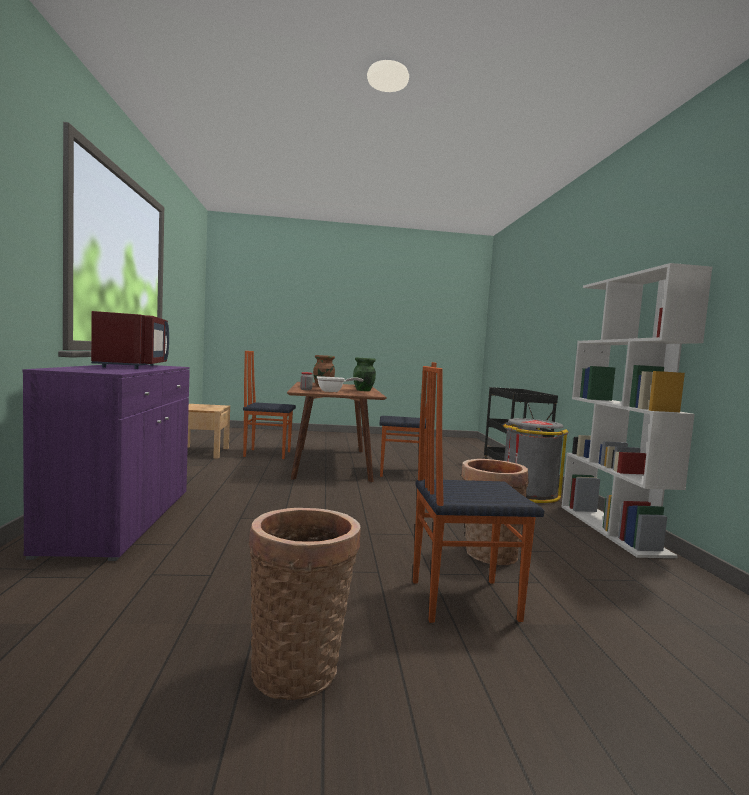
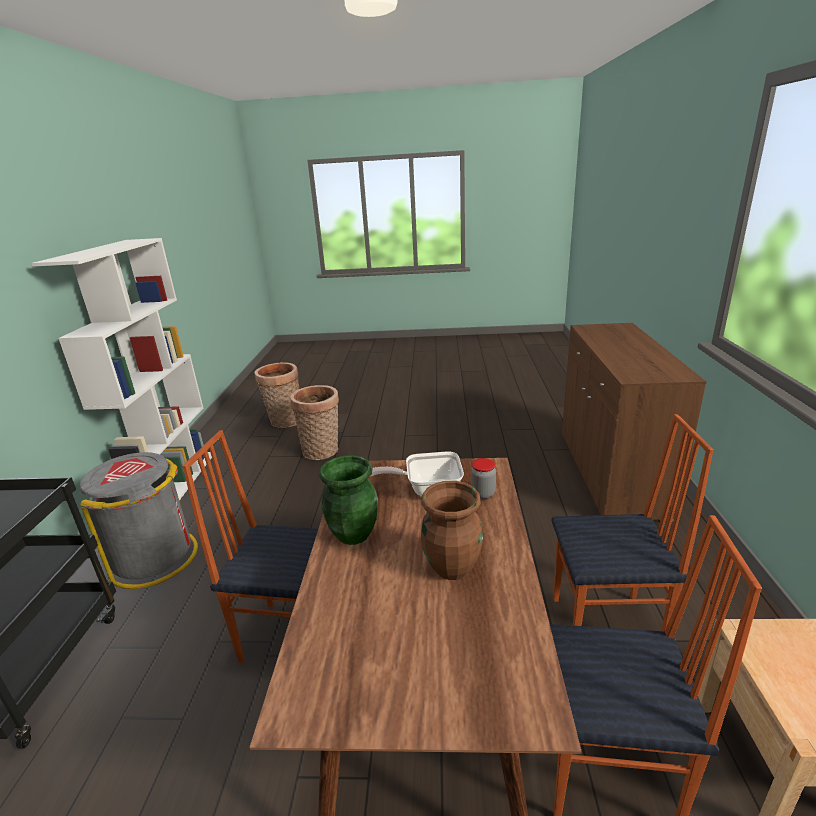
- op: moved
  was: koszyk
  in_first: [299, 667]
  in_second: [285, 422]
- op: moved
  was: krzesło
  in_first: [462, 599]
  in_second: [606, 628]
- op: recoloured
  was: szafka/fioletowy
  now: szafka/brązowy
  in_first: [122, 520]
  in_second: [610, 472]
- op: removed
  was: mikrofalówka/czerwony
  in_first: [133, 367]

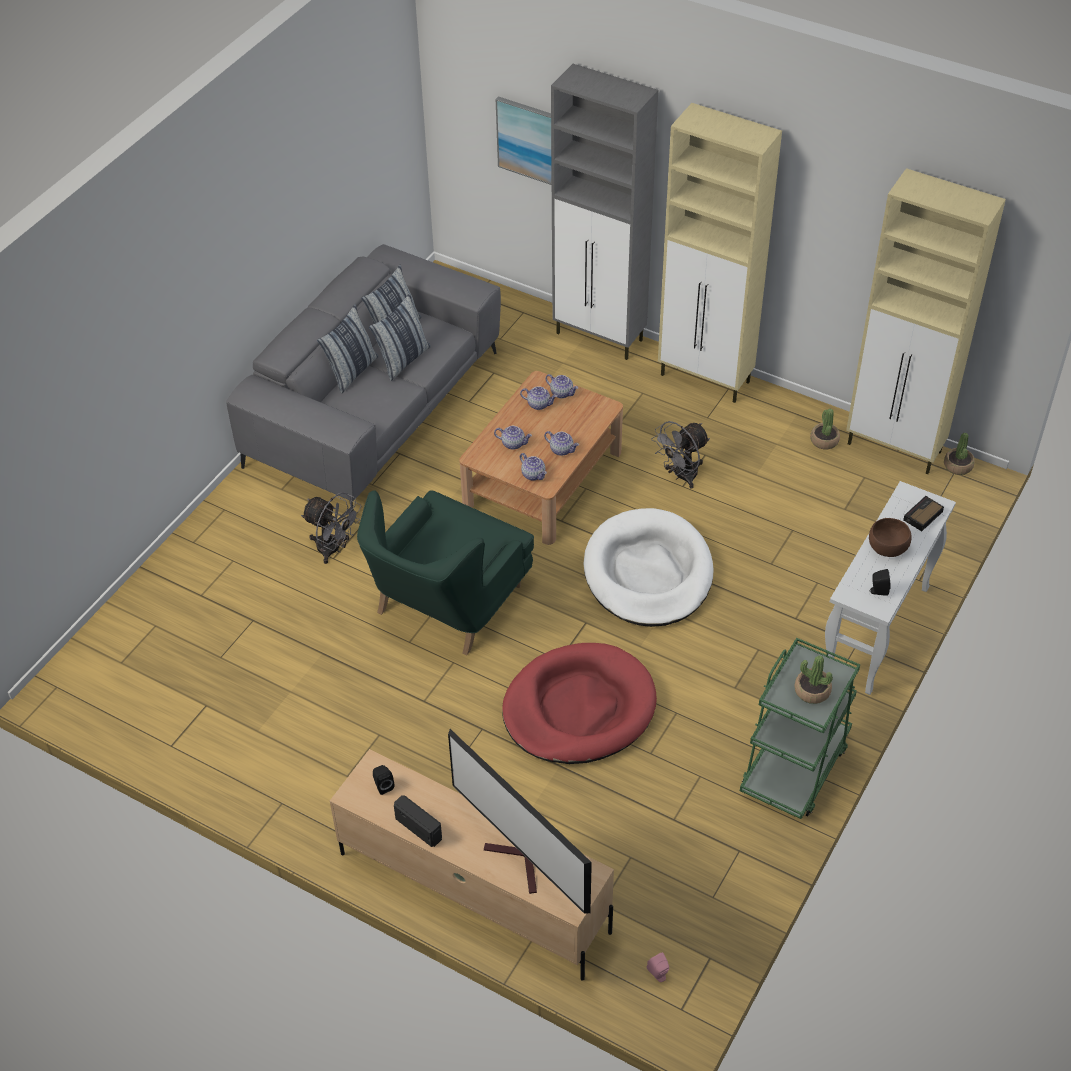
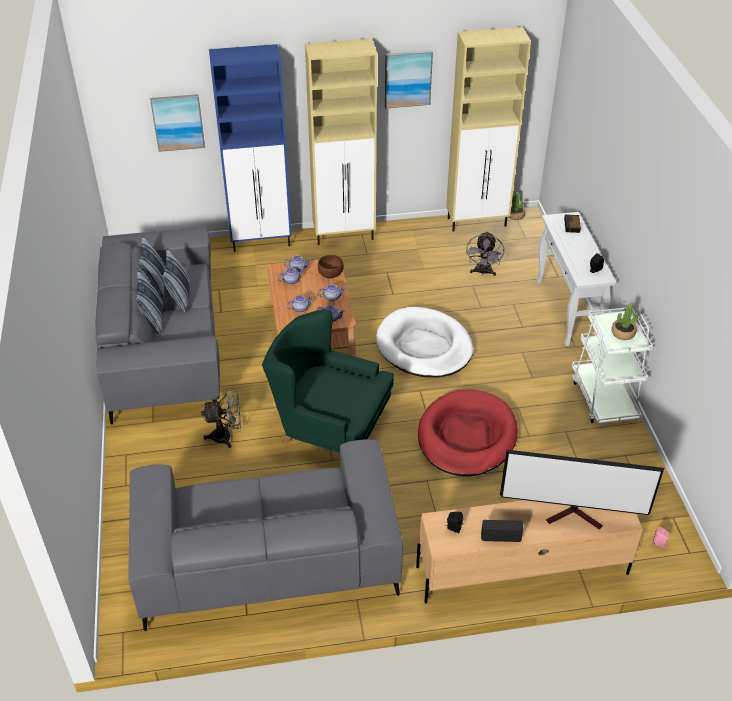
- op: added
  now: kanapa/szary
  in_second: [267, 558]
- op: recoloured
  was: szafka/szary
  now: szafka/niebieski
  in_first: [600, 337]
  in_second: [262, 242]
- op: turned
  was: fotel/zielony
  in_first: [447, 602]
  in_second: [329, 425]
  clockwise: 120
- op: moved
  was: miska/brązowy
  in_first: [888, 548]
  in_second: [331, 274]
- op: added
  now: obraz
  in_second: [408, 78]
- op: moved
  was: wentylator/szary
  in_first: [681, 476]
  in_second: [483, 272]
- op: recoloured
  was: wózek/zielony
  now: wózek/biały
  in_first: [794, 767]
  in_second: [603, 398]
- op: removed
  was: roślina doniczkowa
  in_first: [824, 440]

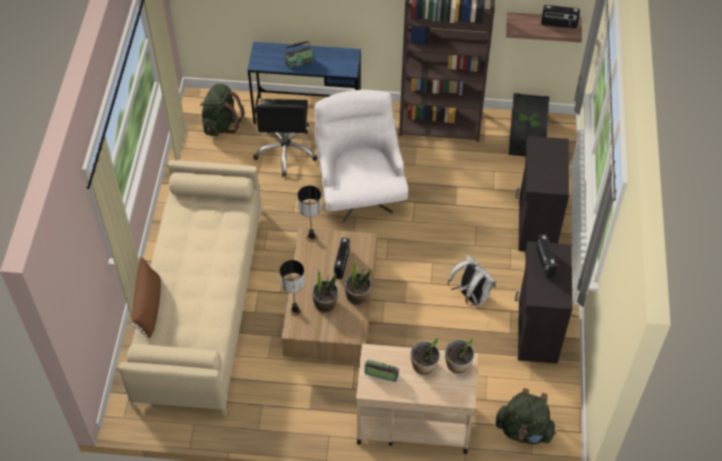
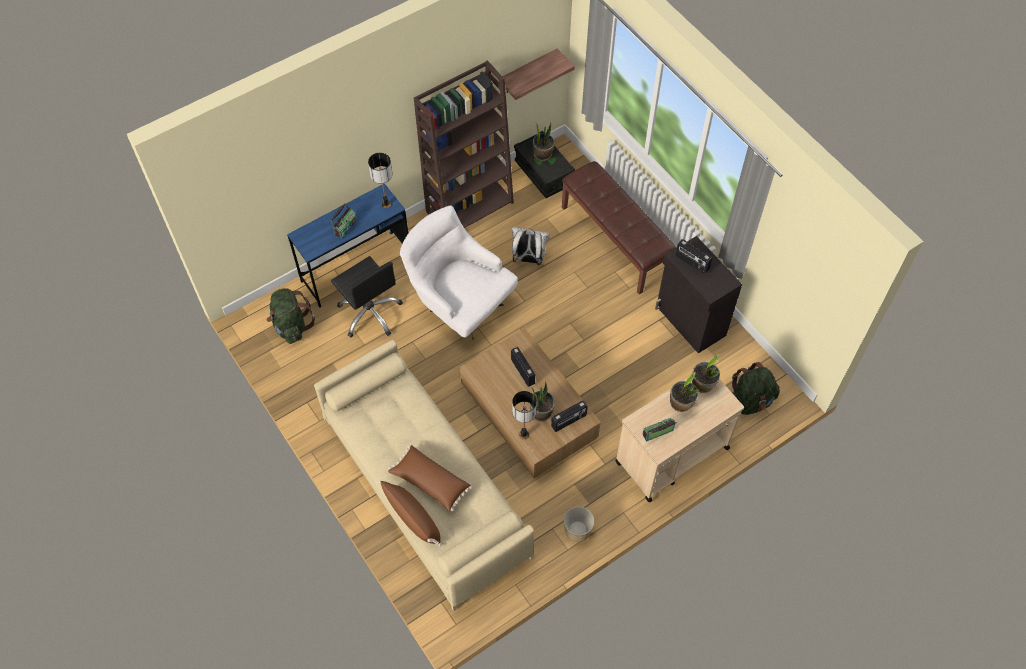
- op: moved
  was: lampa stołowa
  in_first: [311, 237]
  in_second: [385, 204]
- op: added
  now: poduszka/brązowy
  in_second: [430, 482]
- op: moved
  was: plecak/biały
  in_first: [471, 296]
  in_second: [528, 259]
- op: moved
  was: roślina doniczkowa
  in_first: [357, 296]
  in_second: [542, 154]
- op: moved
  was: radio
  in_first: [559, 24]
  in_second: [569, 421]
- op: replaced
  was: szafka/czarny
  now: ławka/brązowy
  in_first: [535, 225]
  in_second: [615, 241]
- op: added
  now: donica
  in_second: [578, 529]

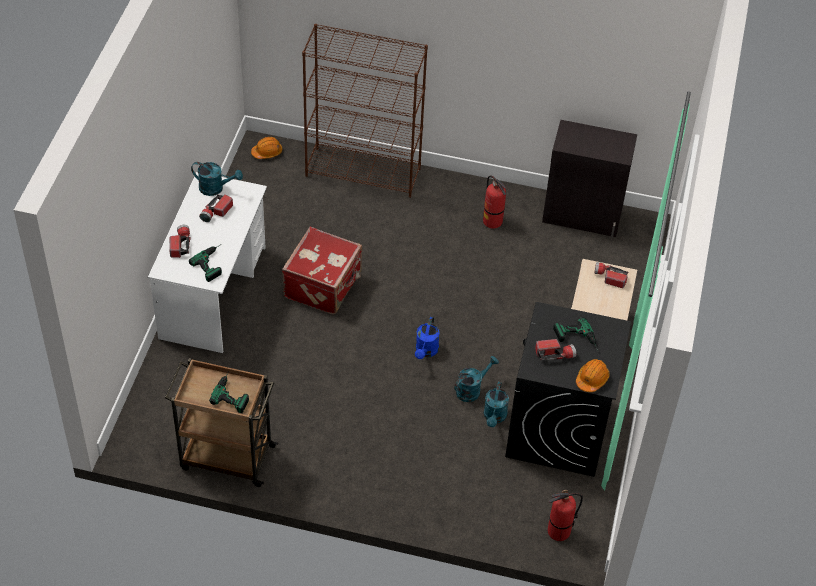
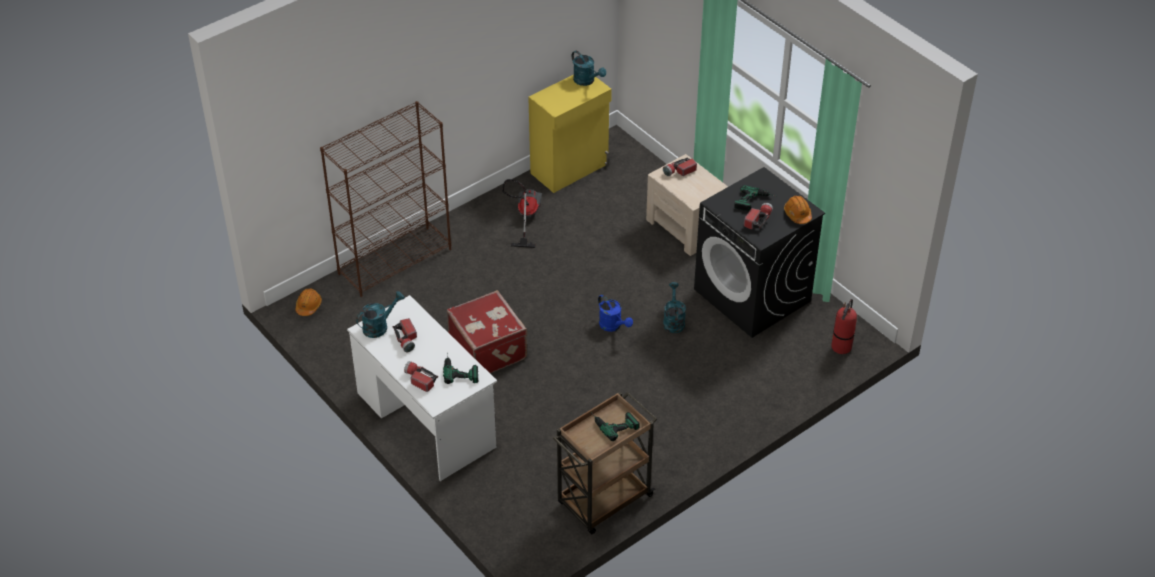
- op: replaced
  was: gaśnica
  now: odkurzacz
  in_first: [493, 221]
  in_second: [525, 218]
- op: recoloured
  was: szafka/czarny
  now: szafka/żółty
  in_first: [582, 216]
  in_second: [570, 169]
- op: moved
  was: konewka/turkusowy
  in_first: [494, 417]
  in_second: [587, 81]

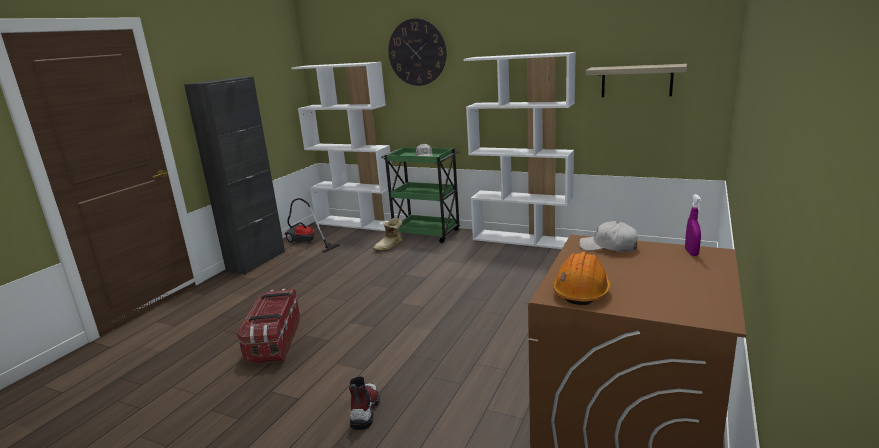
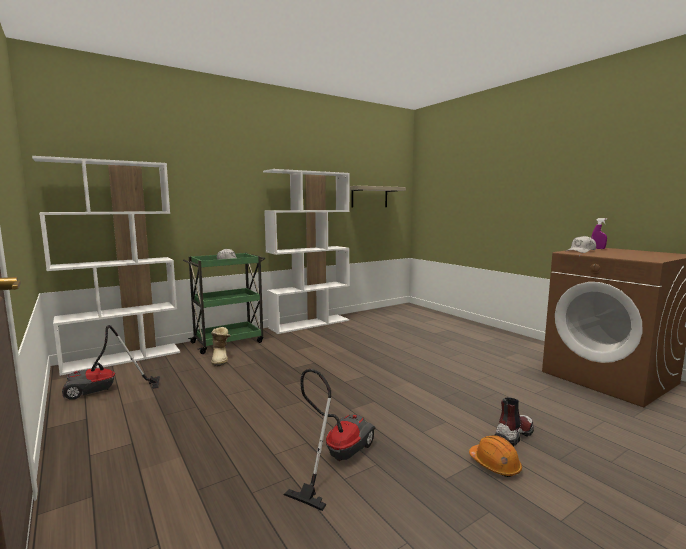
- op: replaced
  was: pojemnik do przechowywania
  now: odkurzacz
  in_first: [274, 341]
  in_second: [336, 458]
- op: moved
  was: kask/pomarańczowy
  in_first: [581, 291]
  in_second: [495, 465]
- op: turned
  was: but z cholewką
  in_first: [364, 410]
  in_second: [513, 435]
  clockwise: 105
- op: removed
  was: szafka/czarny
  in_first: [256, 261]
- op: removed
  was: zegar ścienny
  in_first: [417, 52]

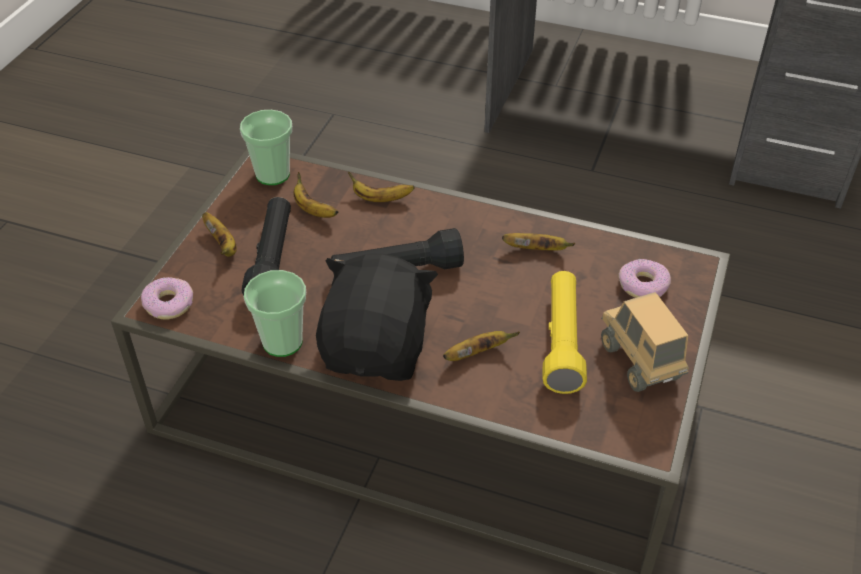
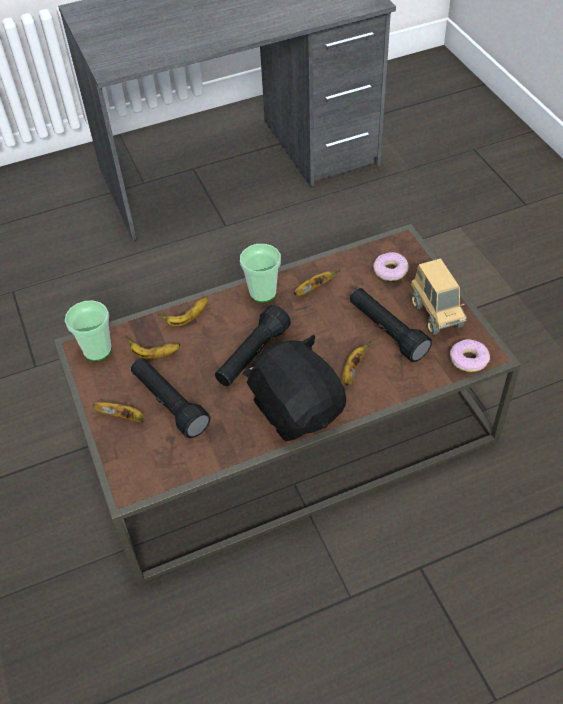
- op: moved
  was: filiżanka
  in_first: [282, 342]
  in_second: [263, 292]
- op: recoloured
  was: latarka/żółty
  now: latarka/czarny
  in_first: [562, 341]
  in_second: [386, 331]
- op: turned
  was: ciężarówka zabawkowa
  in_first: [639, 362]
  in_second: [435, 314]
  clockwise: -135
- op: moved
  was: donut
  in_first: [169, 304]
  in_second: [468, 359]

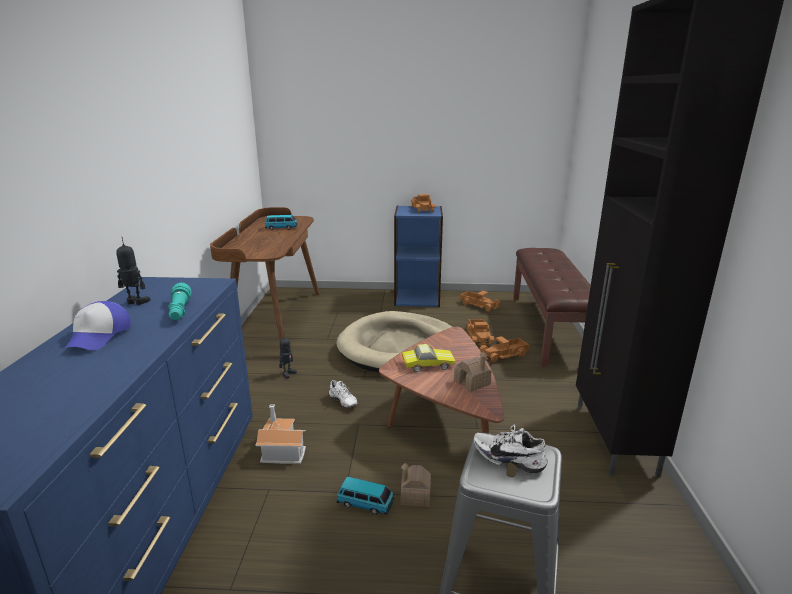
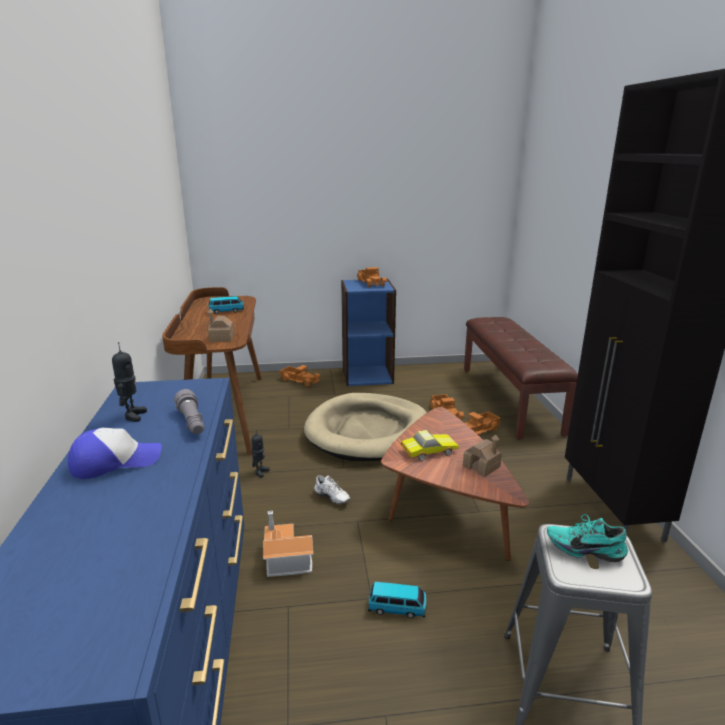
- op: turned
  was: czapka z daszkiem
  in_first: [99, 336]
  in_second: [115, 462]
  clockwise: -105
- op: turned
  was: robot zabawkowy
  in_first: [136, 302]
  in_second: [132, 416]
  clockwise: 90
- op: recoloured
  was: latarka/turkusowy
  now: latarka/szary
  in_first: [180, 311]
  in_second: [192, 422]
- op: moved
  was: domek
  in_first: [415, 495]
  in_second: [221, 338]
- op: moved
  was: ciężarówka zabawkowa
  in_first: [479, 305]
  in_second: [300, 380]
- op: recoloured
  was: but/biały
  now: but/turkusowy
  in_first: [509, 457]
  in_second: [584, 548]

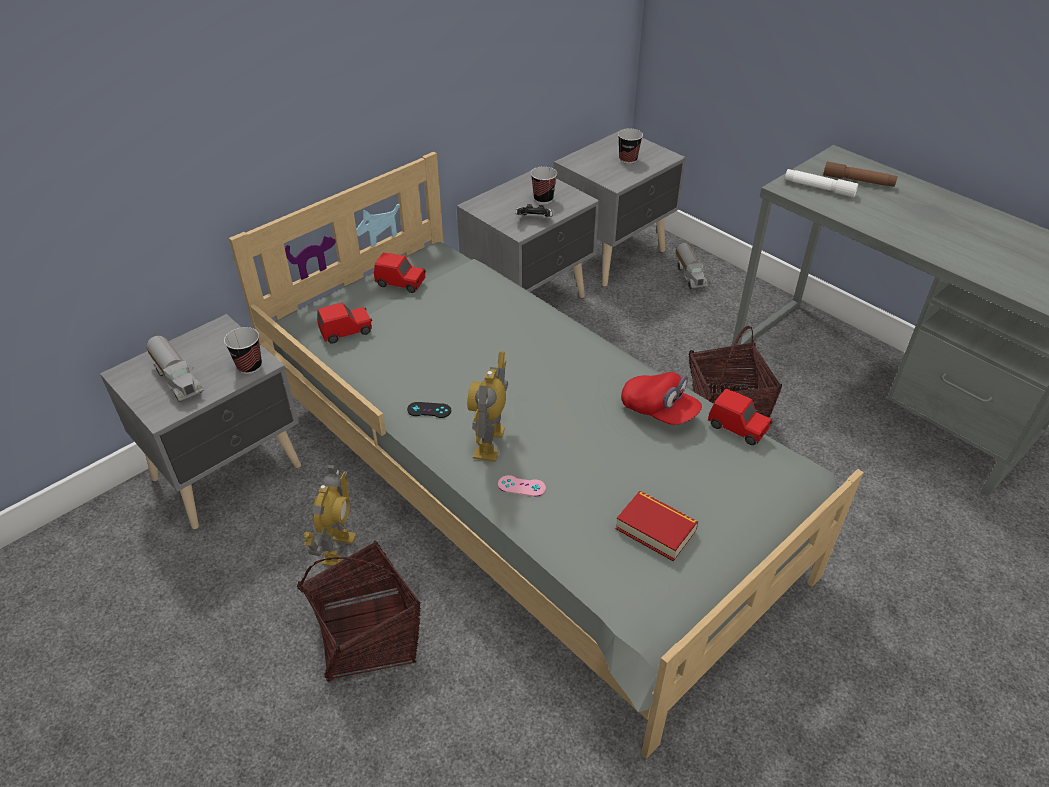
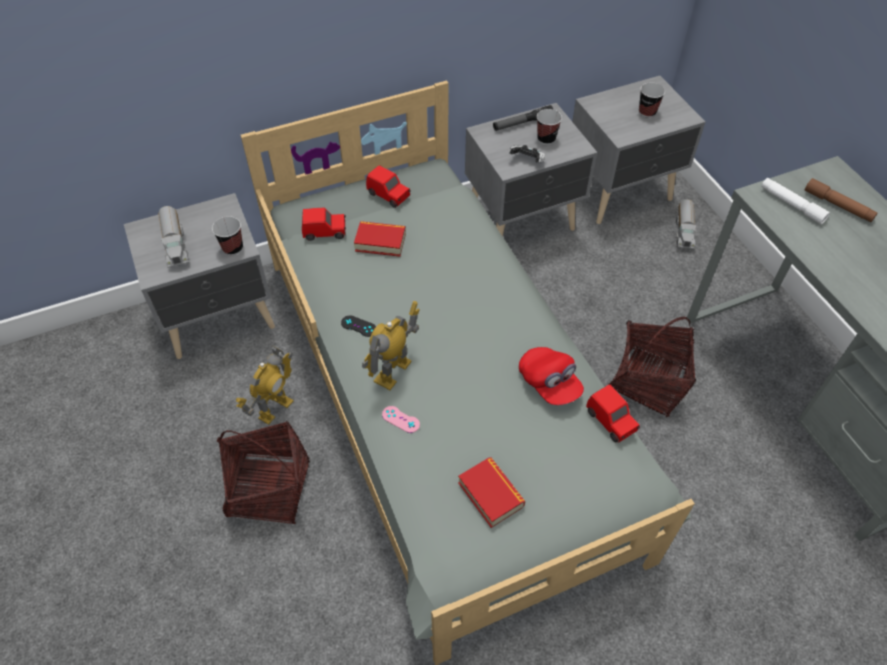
- op: added
  now: książka
  in_second: [380, 242]
- op: added
  now: latarka
  in_second: [522, 123]

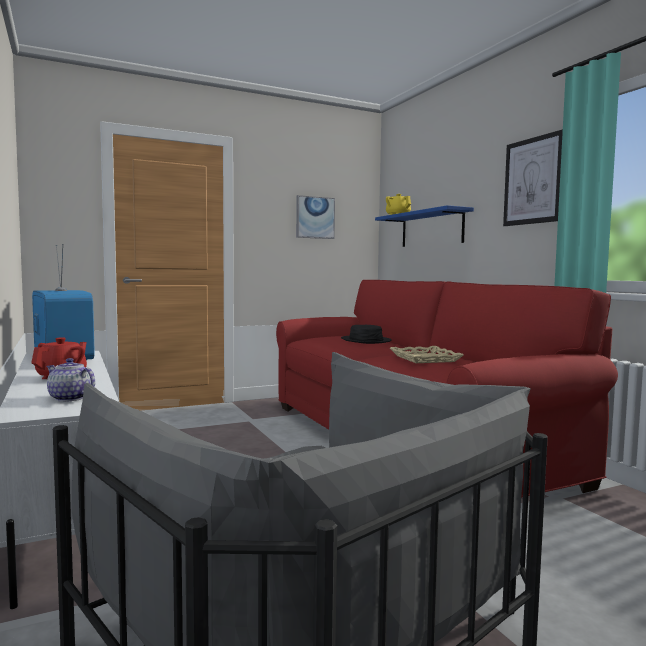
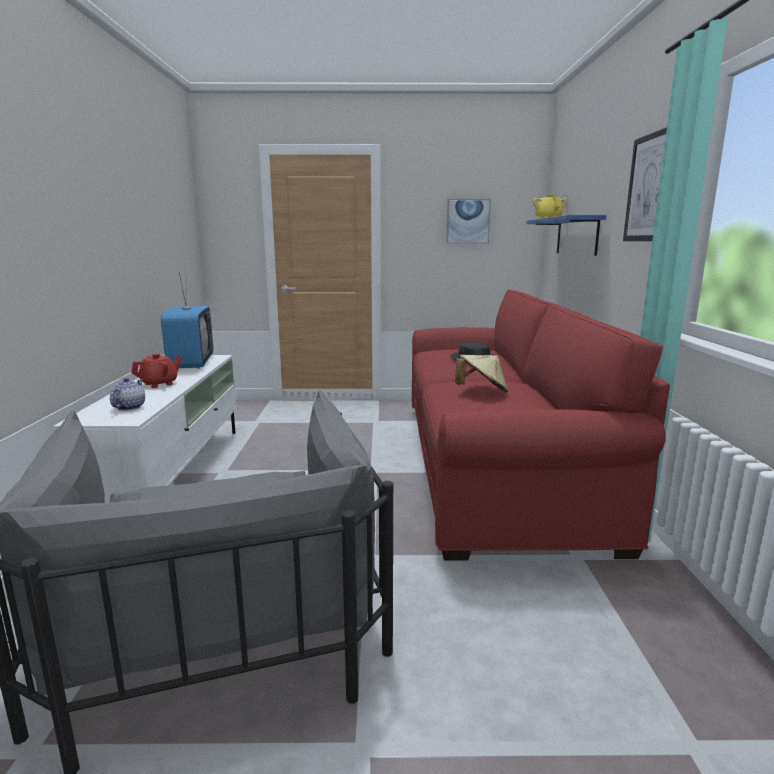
- op: turned
  was: imbryk
  in_first: [69, 398]
  in_second: [129, 407]
  clockwise: 45
- op: replaced
  was: taca/beżowy
  now: kapelusz/beżowy
  in_first: [424, 359]
  in_second: [482, 391]

